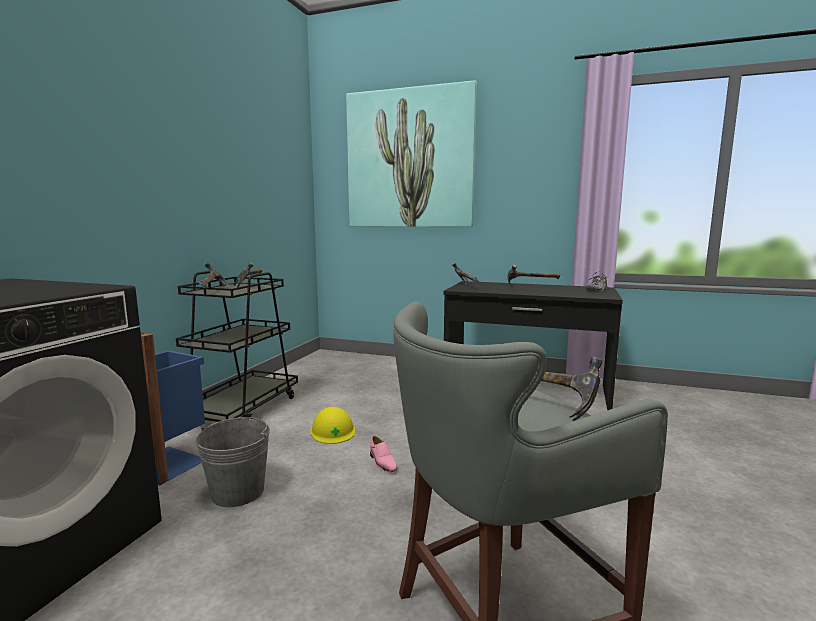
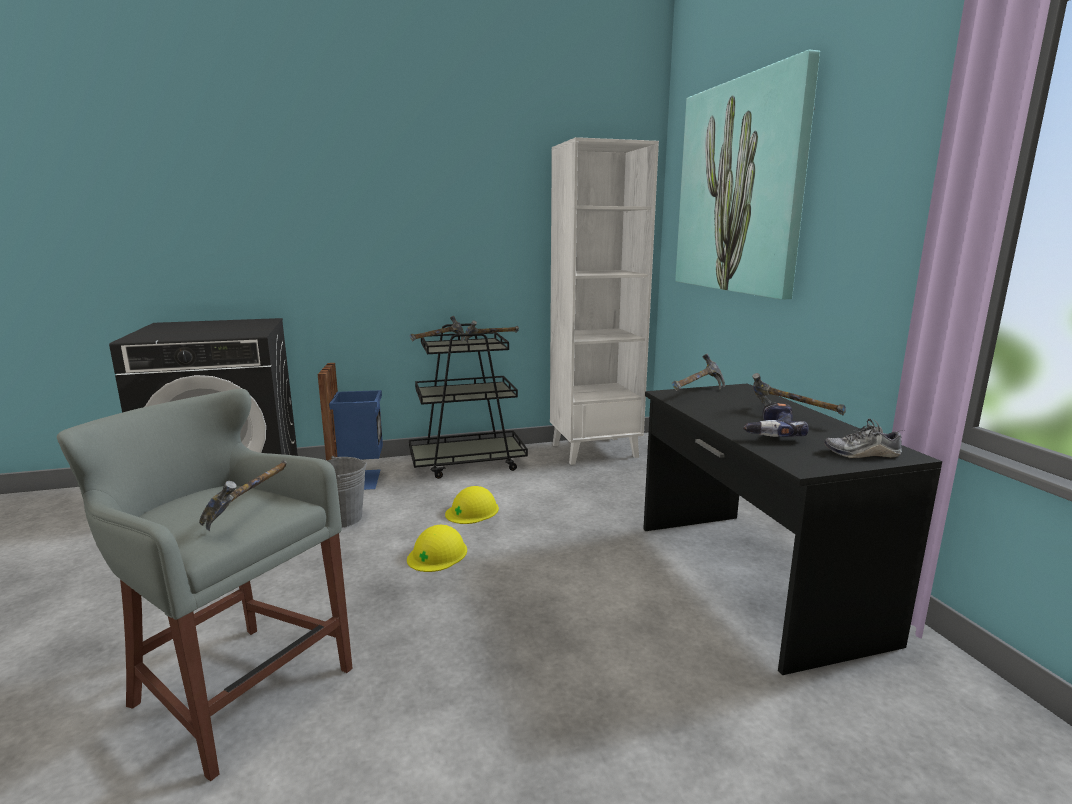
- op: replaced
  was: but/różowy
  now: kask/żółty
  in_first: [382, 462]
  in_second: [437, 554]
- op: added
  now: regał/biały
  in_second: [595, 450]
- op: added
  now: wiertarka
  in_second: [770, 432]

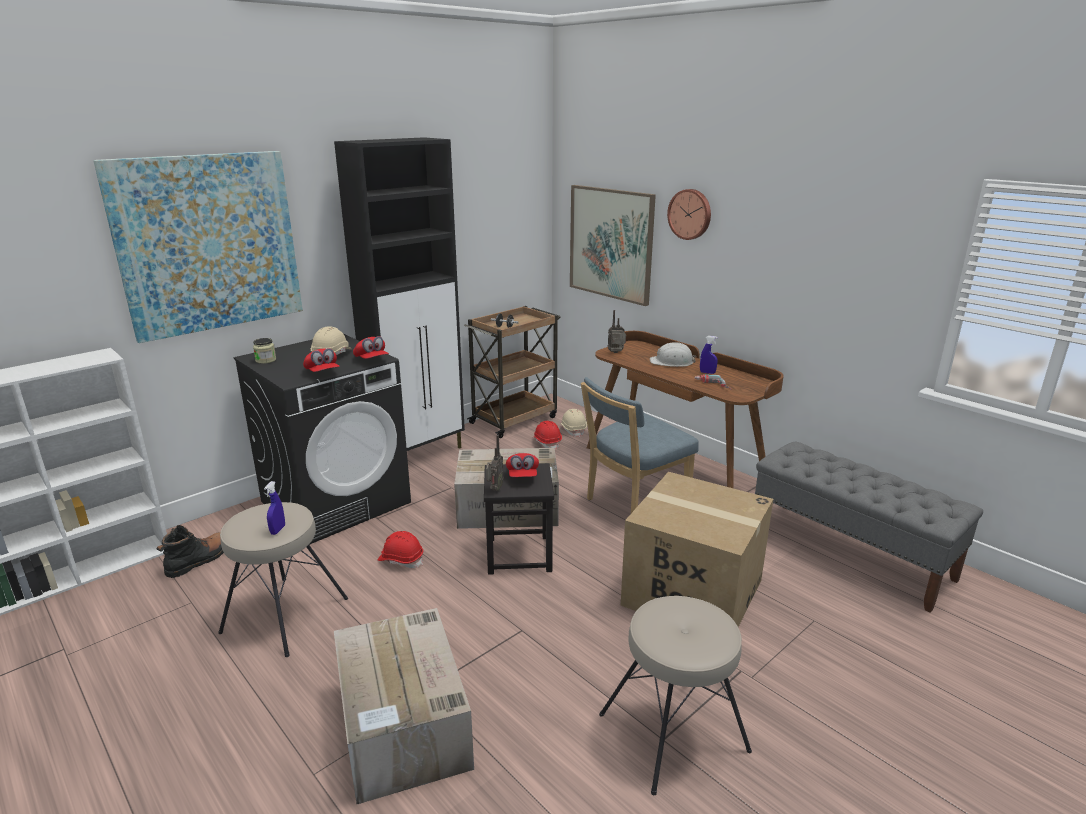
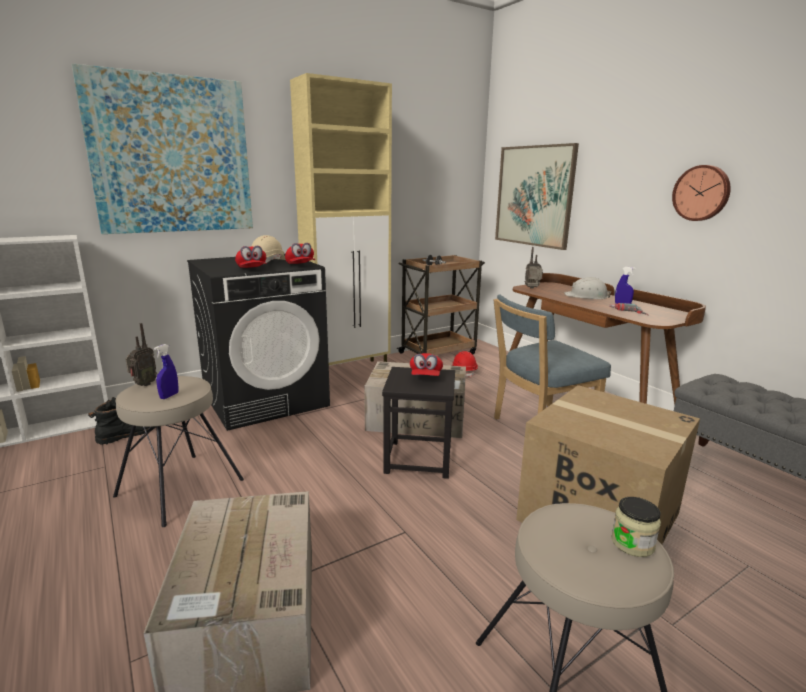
- op: moved
  was: radio
  in_first: [494, 489]
  in_second: [143, 385]
- op: recoloured
  was: szafka/czarny
  now: szafka/beżowy
  in_first: [419, 454]
  in_second: [349, 371]
- op: moved
  was: słoik
  in_first: [266, 360]
  in_second: [632, 543]
- op: moved
  was: zegar ścienny
  in_first: [690, 214]
  in_second: [702, 193]
- op: removed
  was: kask/czerwony
  in_first: [401, 560]
- op: removed
  was: kask/beżowy
  in_first: [573, 430]

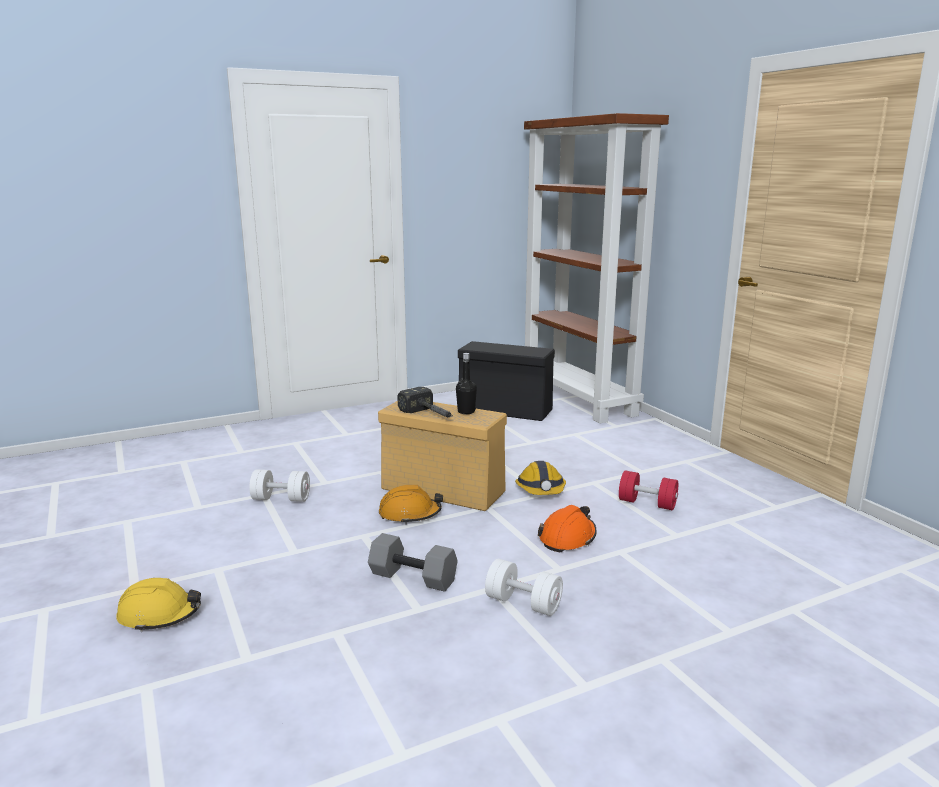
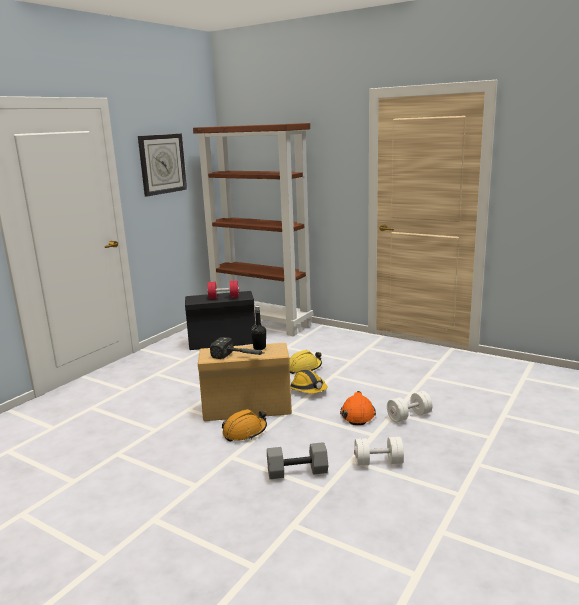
- op: added
  now: zegar ścienny
  in_second: [162, 164]
- op: moved
  was: hantel/czerwony
  in_first: [647, 503]
  in_second: [223, 297]
- op: moved
  was: kask/żółty
  in_first: [159, 615]
  in_second: [304, 368]
- op: moved
  was: hantel/biały
  in_first: [281, 499]
  in_second: [409, 416]

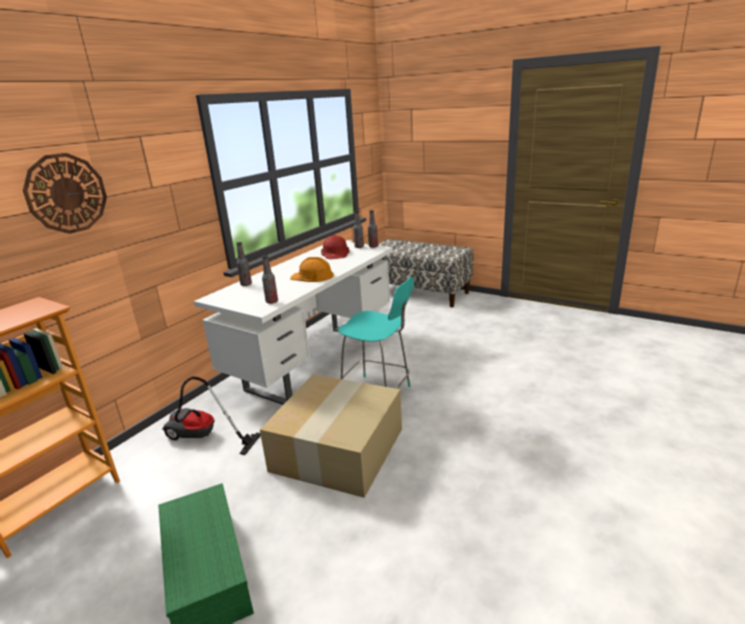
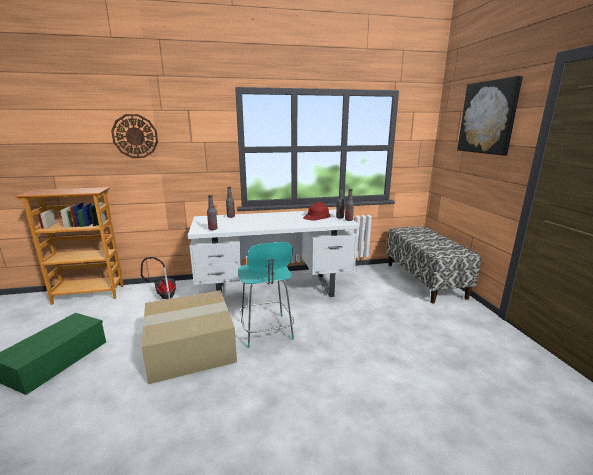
- op: added
  now: obraz
  in_second: [488, 117]
- op: removed
  was: kask/pomarańczowy
  in_first: [312, 276]

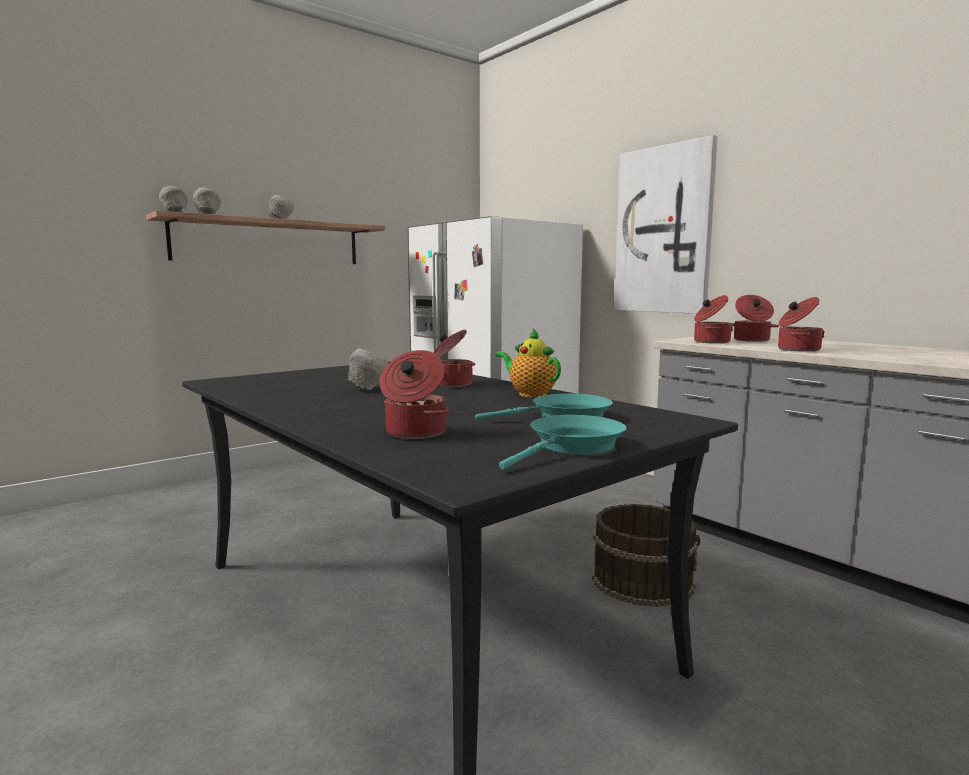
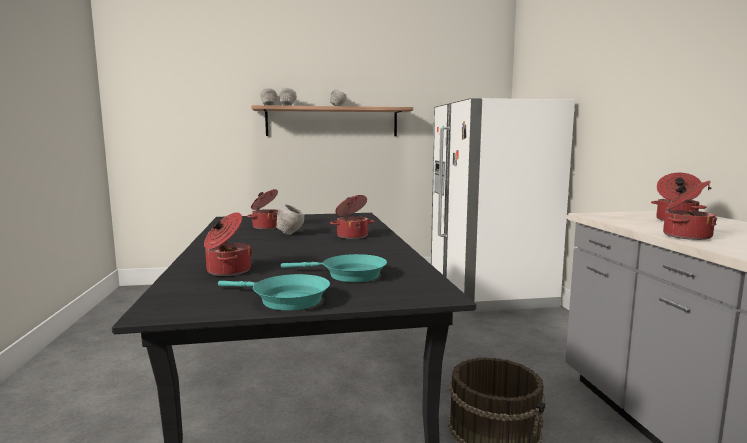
- op: turned
  was: patelnia/turkusowy
  in_first: [572, 447]
  in_second: [285, 299]
  clockwise: 45
- op: moved
  was: garnek
  in_first: [710, 342]
  in_second: [266, 227]
- op: removed
  was: imbryk
  in_first: [530, 394]
- op: removed
  was: obraz
  in_first: [664, 230]

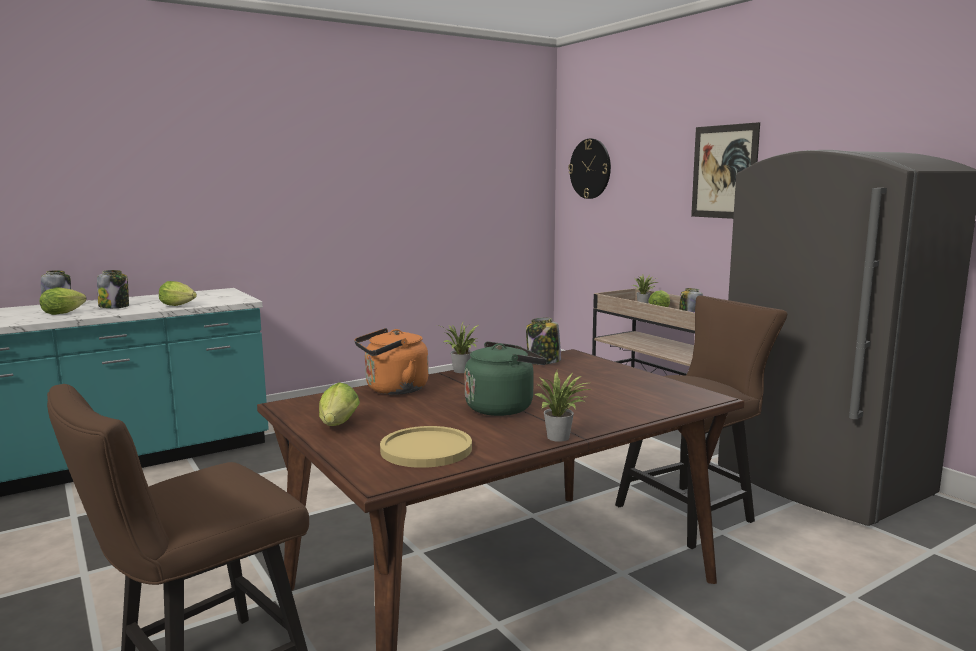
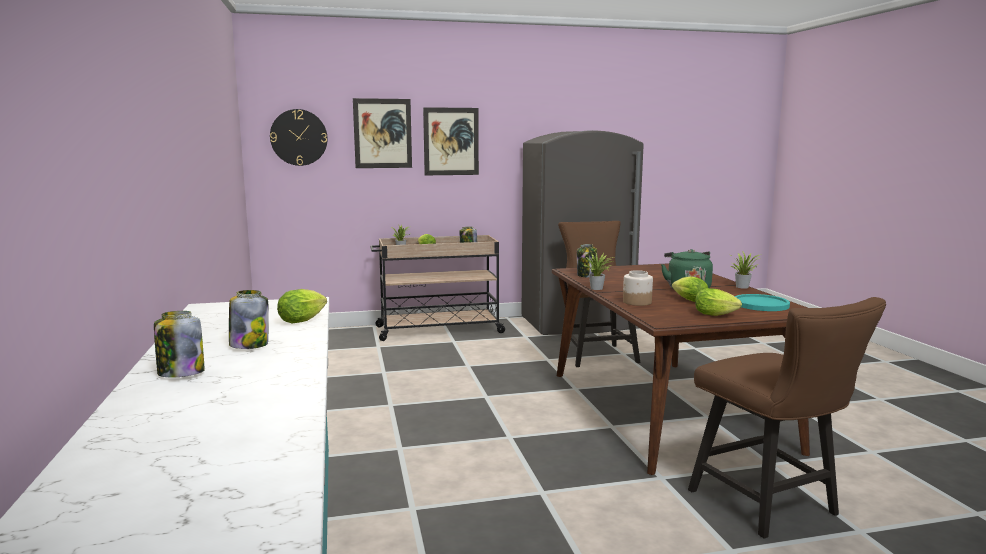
- op: added
  now: obraz
  in_second: [382, 133]
- op: replaced
  was: czajnik/pomarańczowy
  now: słoik
  in_first: [393, 389]
  in_second: [637, 302]
- op: moved
  was: sałata
  in_first: [65, 313]
  in_second: [688, 300]
- op: recoloured
  was: talerz/żółty
  now: talerz/turkusowy
  in_first: [426, 449]
  in_second: [760, 304]

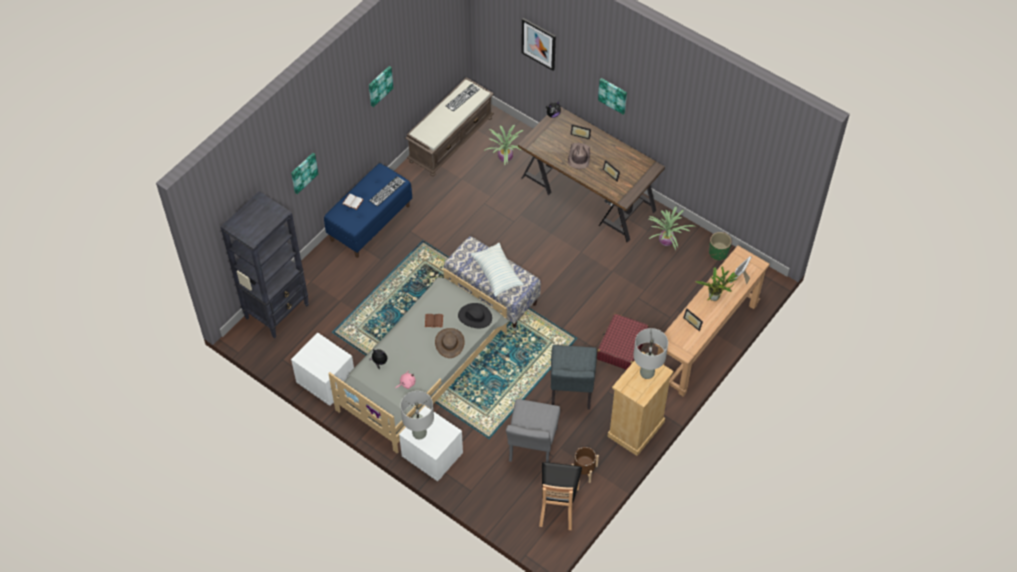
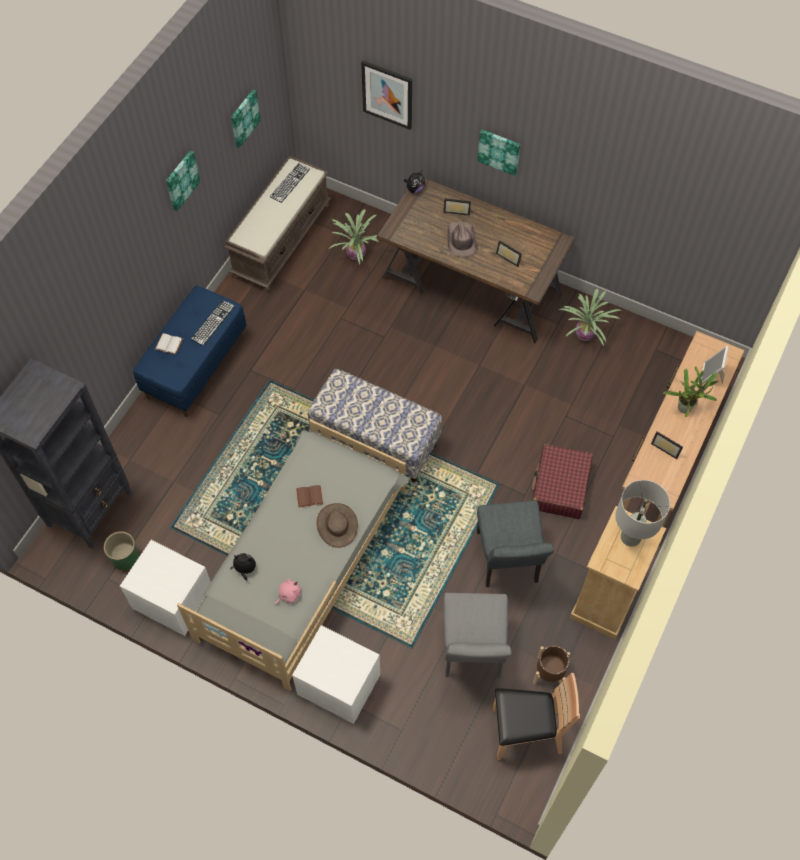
- op: moved
  was: donica/zielony
  in_first: [718, 253]
  in_second: [125, 557]
- op: moved
  was: obraz
  in_first: [303, 172]
  in_second: [244, 118]
- op: turned
  was: krzesło/brązowy
  in_first: [558, 506]
  in_second: [525, 732]
  clockwise: -90
- op: removed
  was: lampa stołowa/szary
  in_first: [419, 433]
- op: removed
  was: kapelusz/czarny
  in_first: [475, 317]
- op: removed
  was: poduszka
  in_first: [497, 274]

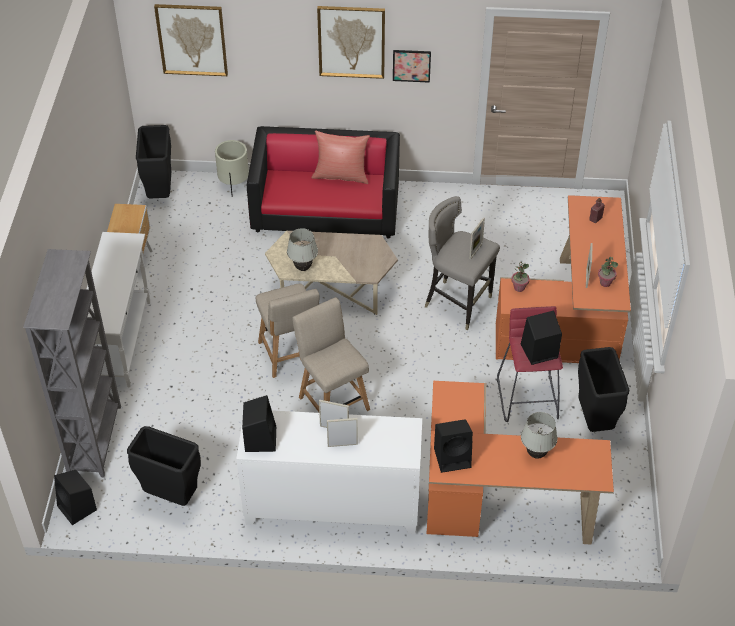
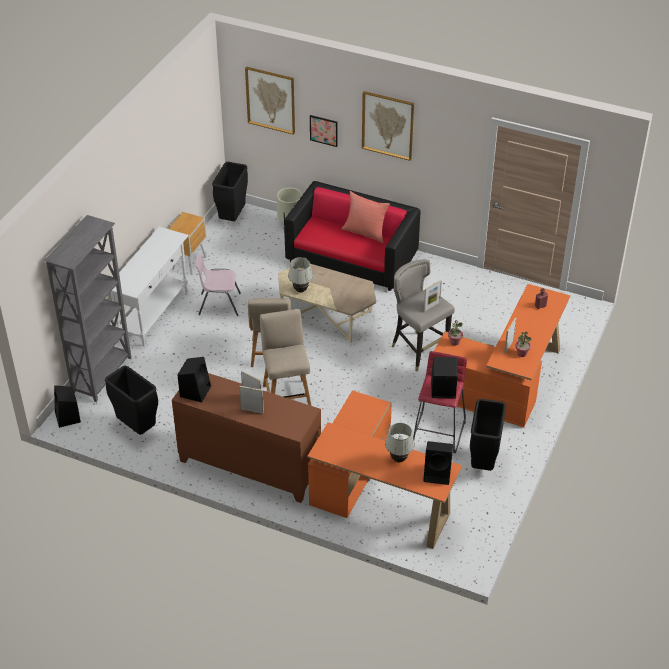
- op: recoloured
  was: szafka/biały
  now: szafka/brązowy
  in_first: [332, 505]
  in_second: [249, 466]
- op: added
  now: krzesło/różowy
  in_second: [219, 304]
- op: moved
  was: obraz
  in_first: [411, 65]
  in_second: [323, 130]
- op: moved
  was: głośnik/czarny
  in_first: [453, 457]
  in_second: [438, 473]

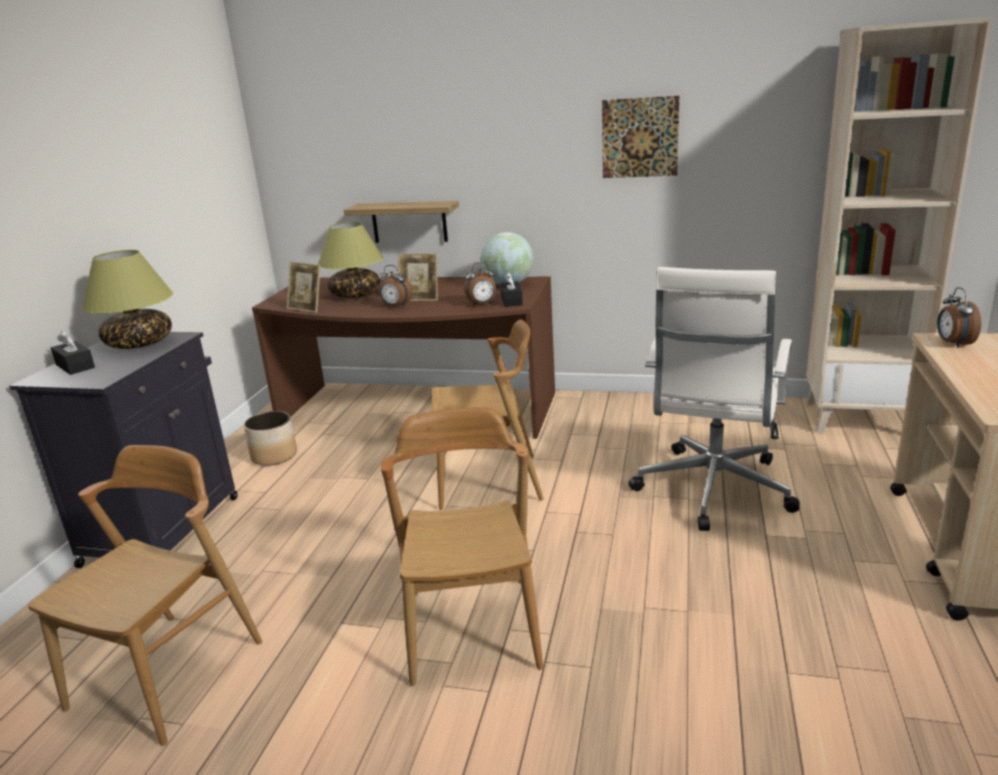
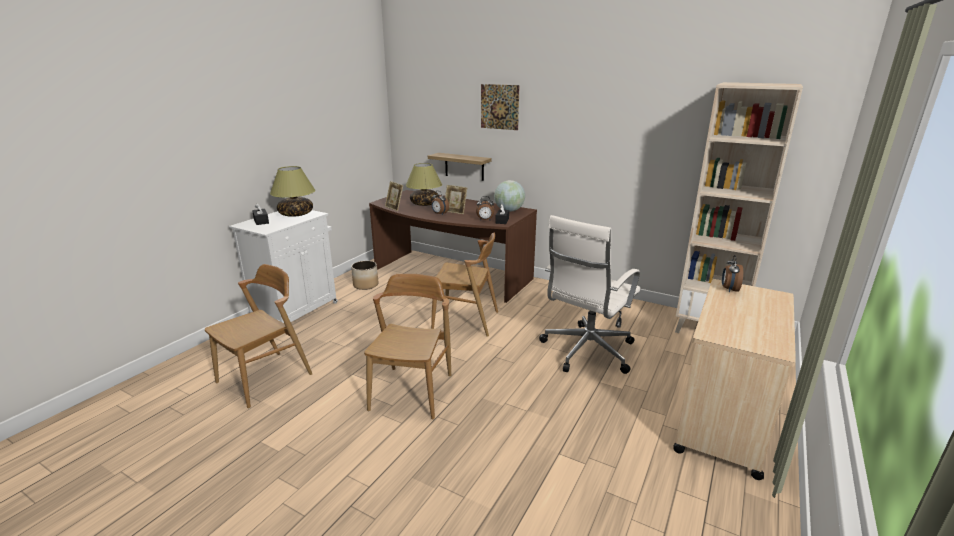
- op: recoloured
  was: szafka/czarny
  now: szafka/biały
  in_first: [164, 529]
  in_second: [296, 311]
- op: moved
  was: obraz
  in_first: [640, 138]
  in_second: [499, 107]

